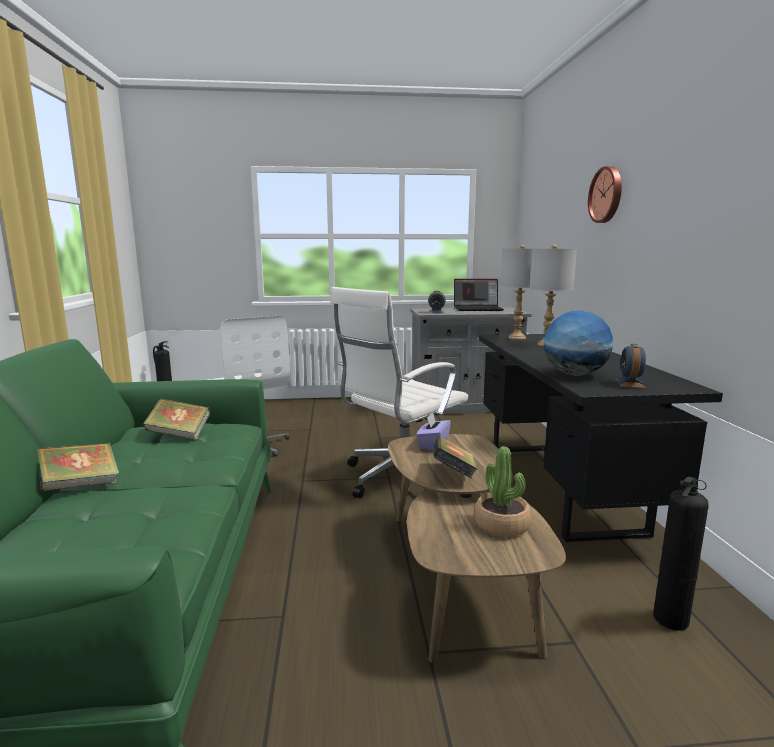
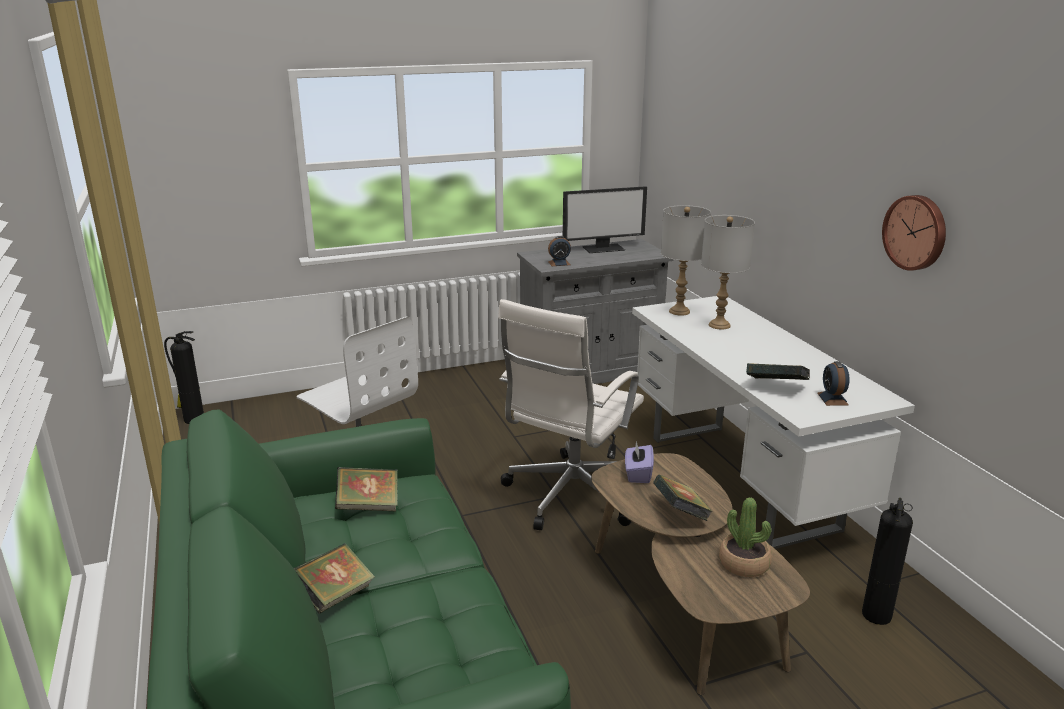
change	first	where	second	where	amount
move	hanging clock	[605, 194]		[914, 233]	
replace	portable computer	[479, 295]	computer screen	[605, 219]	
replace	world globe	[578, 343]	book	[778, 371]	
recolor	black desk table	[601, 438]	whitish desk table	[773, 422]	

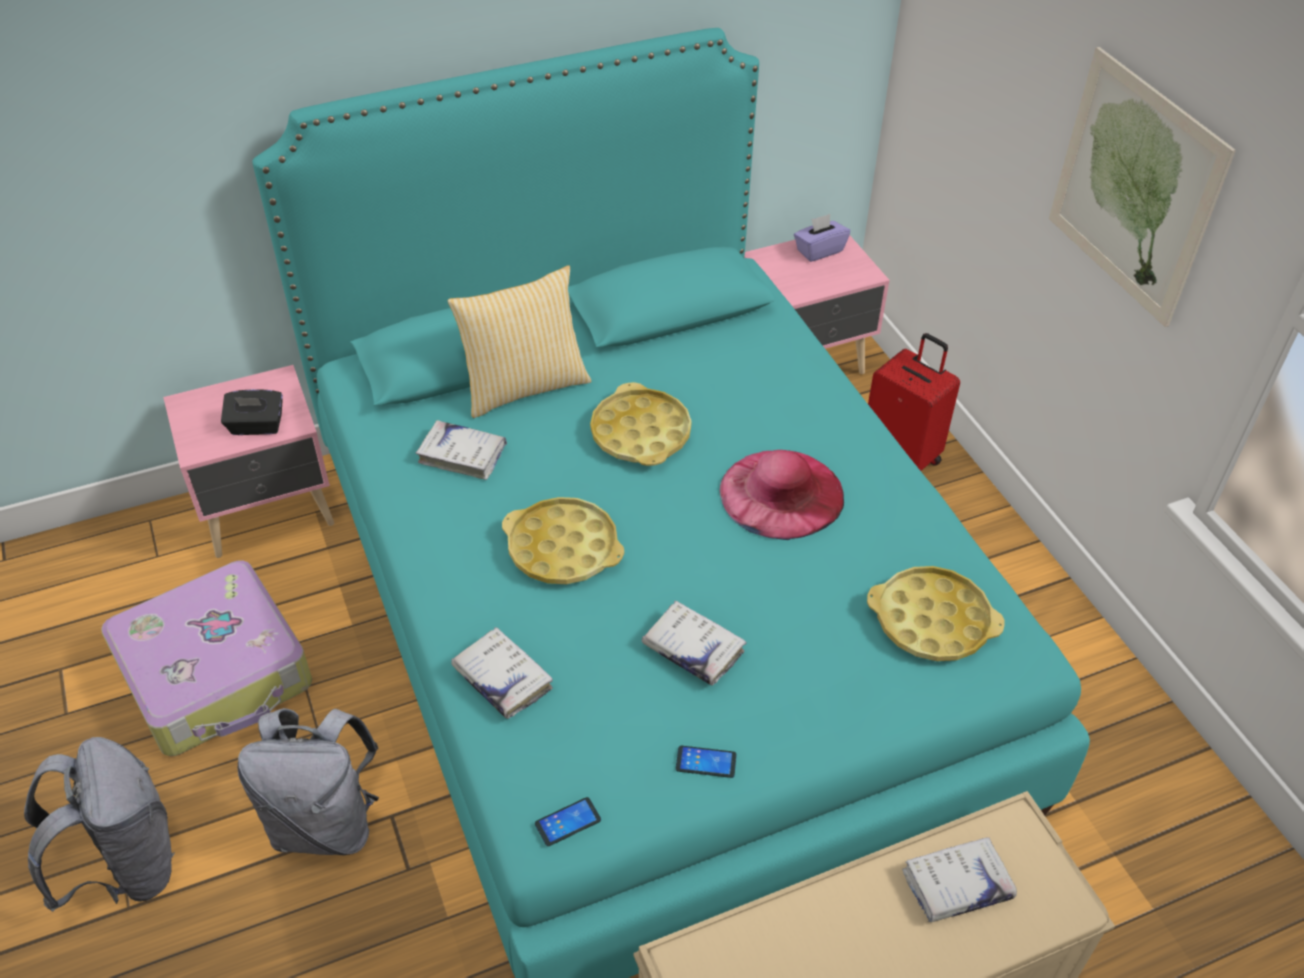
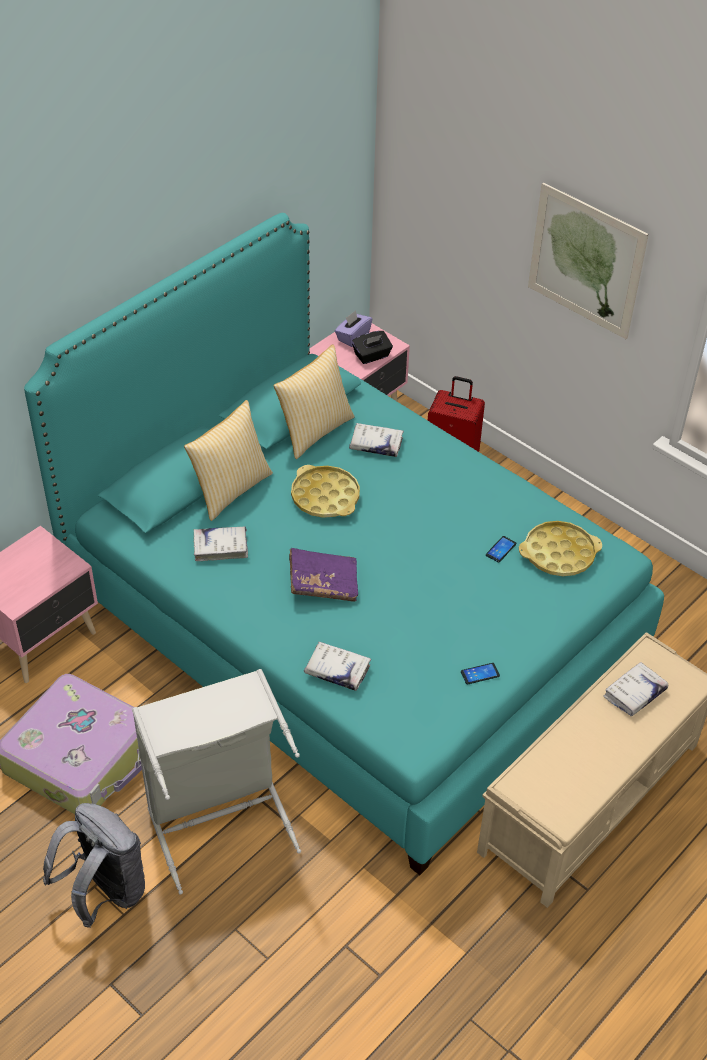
change	first	where	second	where	amount
delete	pink-coloured clothing hat	[781, 495]			
insert			pillow	[314, 401]	
move	black box of tissues	[252, 412]		[372, 347]	
move	phone	[568, 821]		[501, 549]	
move	whitish book	[694, 643]		[376, 440]	
replace	greyish rucksack	[308, 781]	greyish washing basket	[216, 782]	
replace	yellow-coloured carrying tray	[563, 540]	purplish book	[323, 575]	

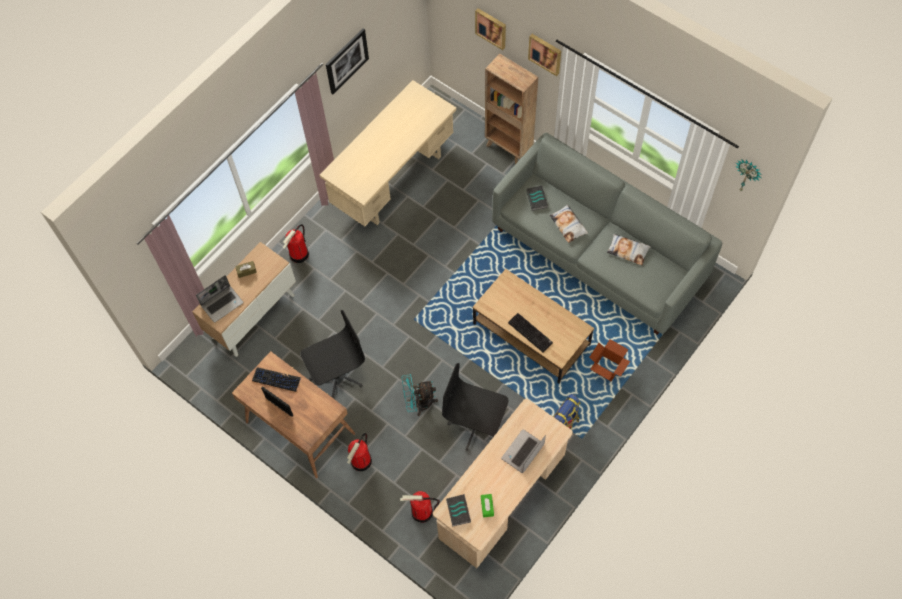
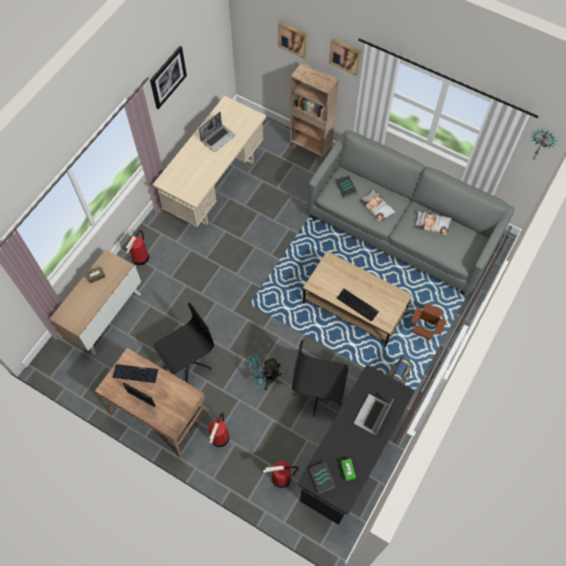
change	first	where	second	where	amount
move	portable computer	[219, 299]		[217, 132]	
recolor	beige-coloured desk table	[503, 483]	black desk table	[356, 445]	

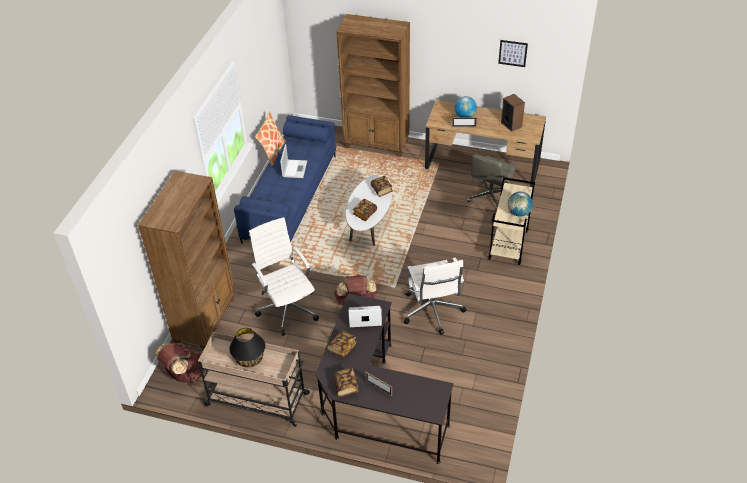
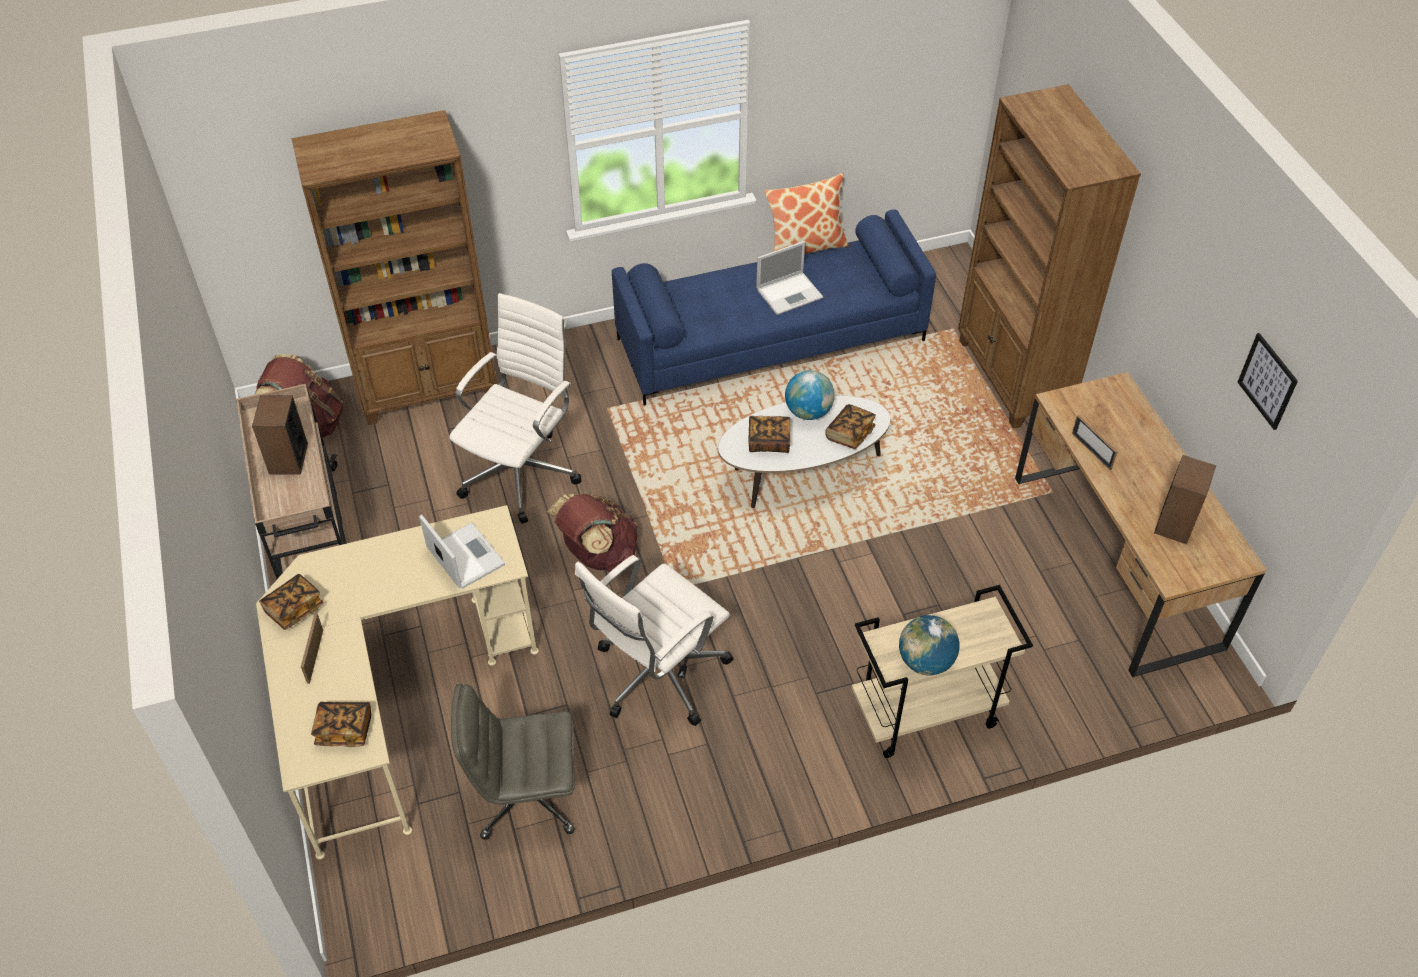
change	first	where	second	where	amount
move	book	[342, 343]		[341, 724]	
move	world globe	[466, 106]		[810, 395]	
move	greyish office chair	[491, 180]		[513, 762]	
replace	black table lamp	[247, 347]	speaker	[280, 435]	
recolor	black desk table	[384, 378]	beige-coloured desk table	[397, 682]	

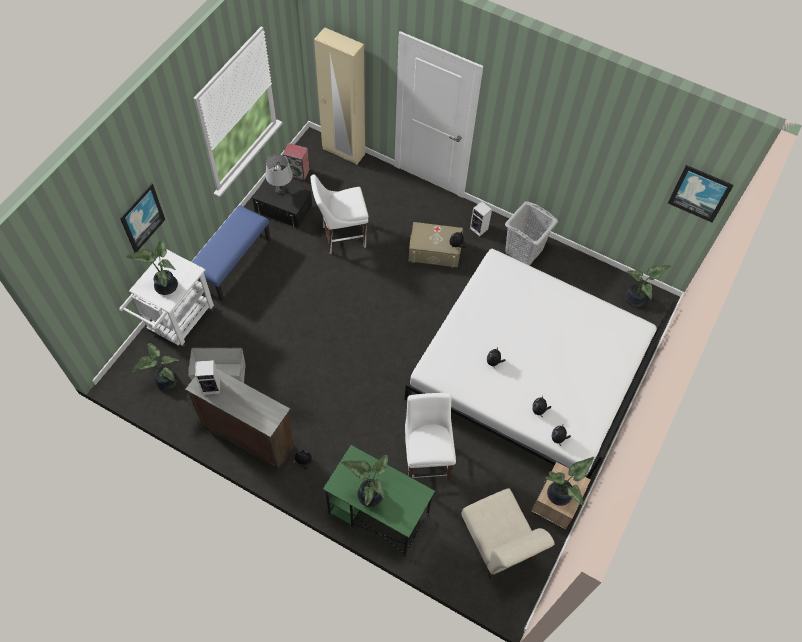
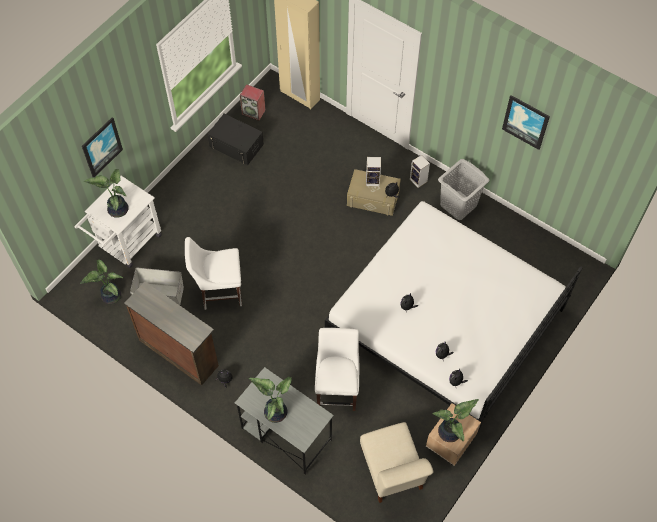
change	first	where	second	where	amount
delete	bluish long seat	[231, 253]			
delete	greyish table lamp	[279, 174]			
delete	plant in a pot	[648, 286]			
move	speaker	[207, 377]		[373, 171]	
move	whitish plain chair	[340, 214]		[213, 273]	
move	wall art	[701, 193]		[526, 122]	
recolor	green desk table	[379, 501]	greyish desk table	[284, 421]	

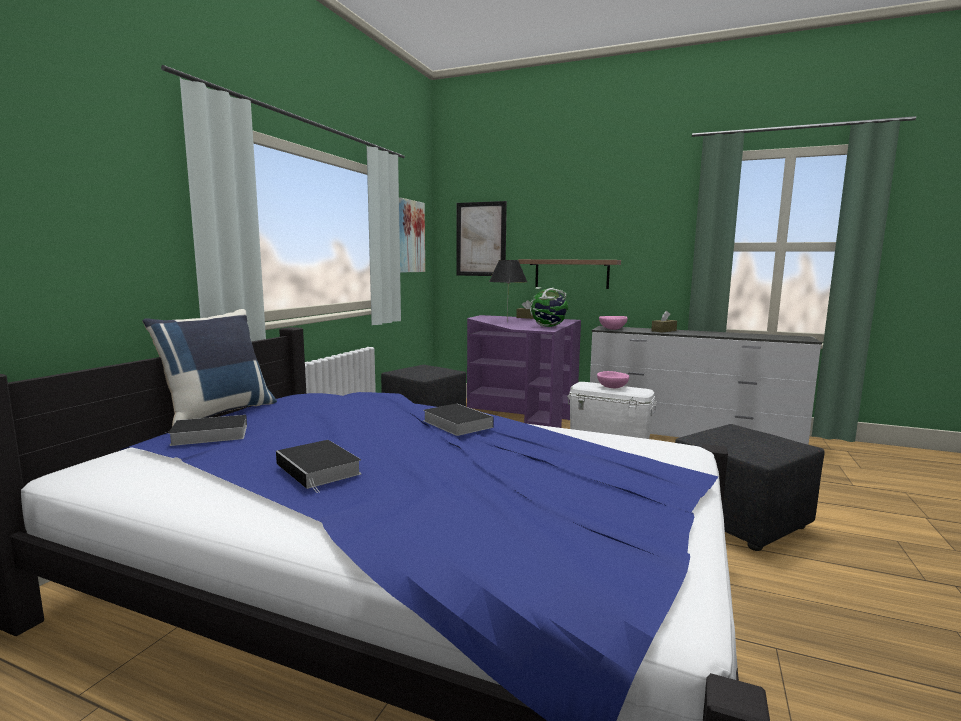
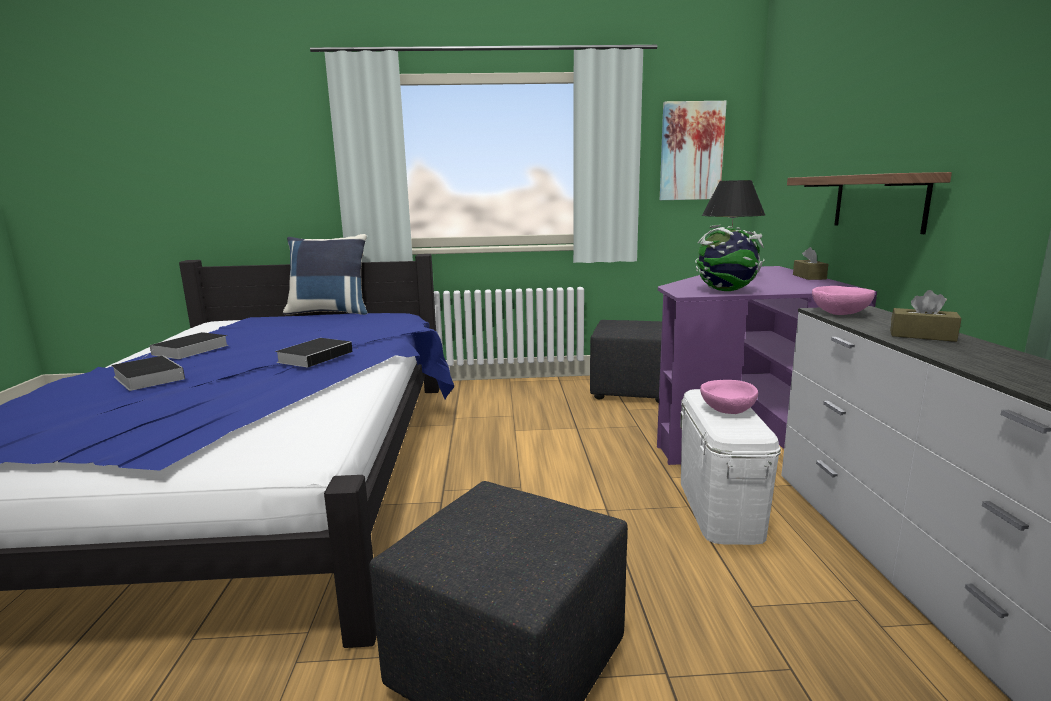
change	first	where	second	where	amount
delete	wall art	[482, 238]			
move	book	[206, 430]		[148, 373]	

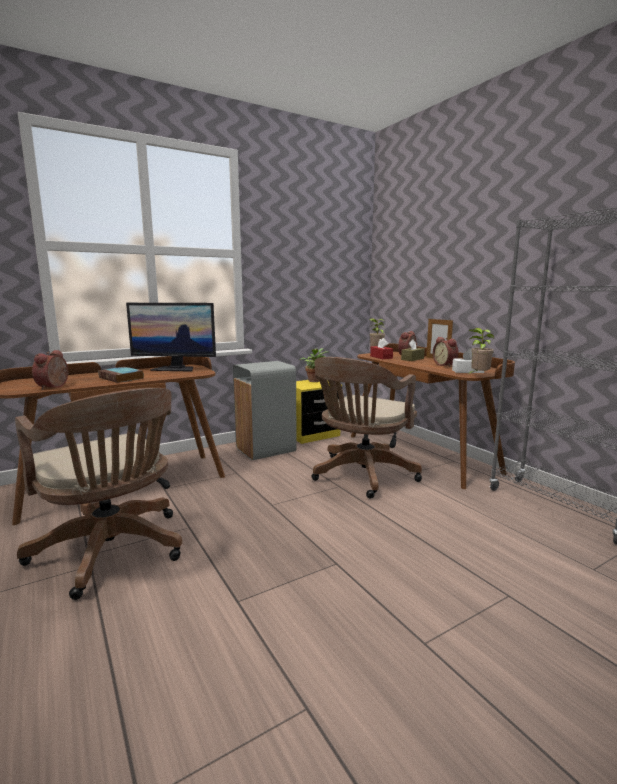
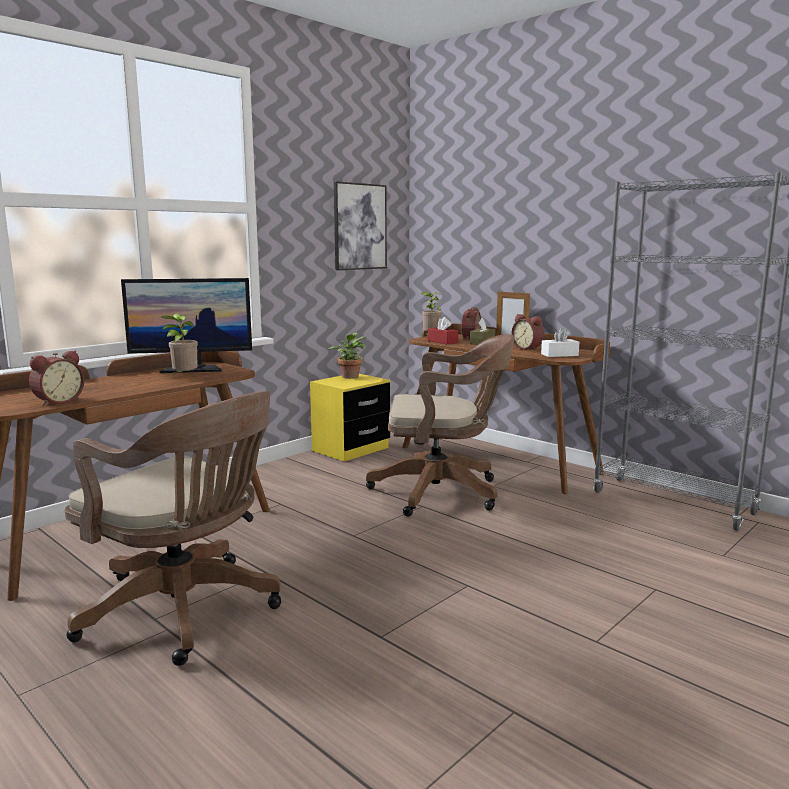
change	first	where	second	where	amount
delete	book	[121, 375]			
delete	greyish trash can	[265, 410]			
insert			wall art	[360, 225]	
move	plant in a pot	[481, 351]		[179, 344]	
rotate	bedside clock	[50, 370]		[57, 378]	135 degrees counterclockwise
rotate	brown office chair	[366, 428]		[440, 425]	105 degrees counterclockwise

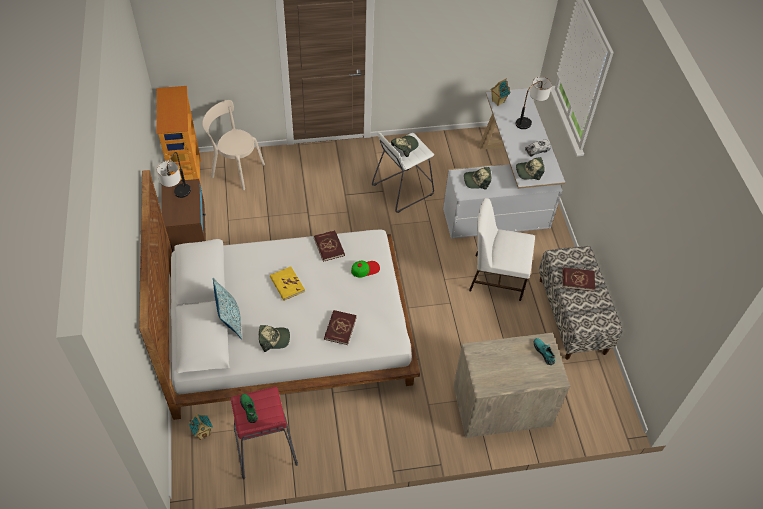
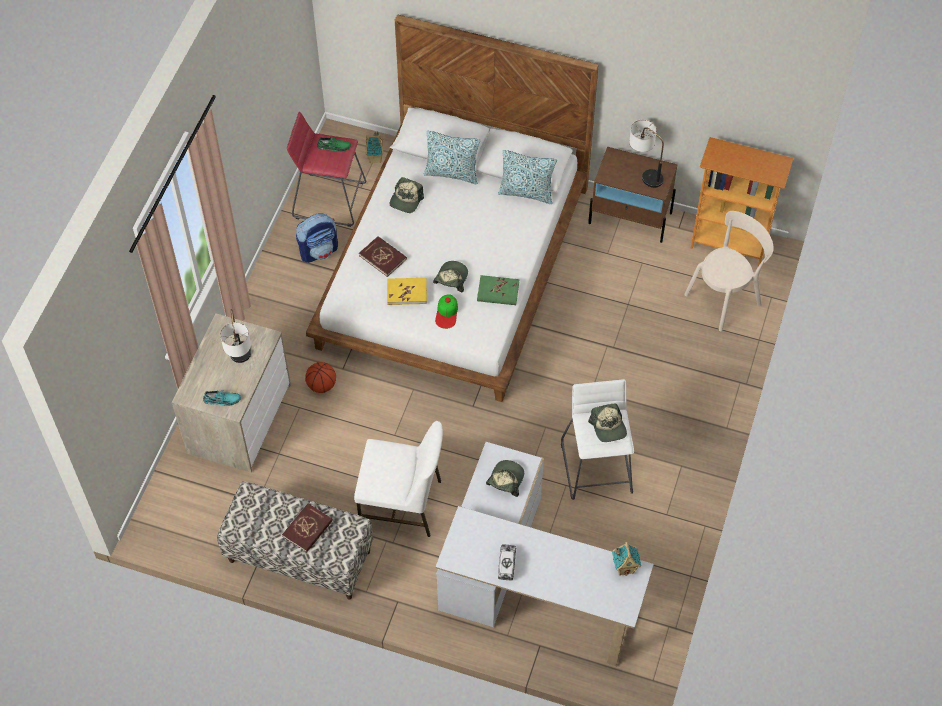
change	first	where	second	where	amount
insert			rucksack	[317, 238]	
insert			basketball ball	[320, 377]	
insert			pillow	[527, 177]	
move	yellow-coloured book	[287, 283]		[407, 291]	
move	table lamp	[534, 103]		[235, 336]	
move	baseball cap	[530, 168]		[450, 277]	
recolor	red book	[329, 246]	green book	[498, 290]	
rotate	whitish plain chair	[502, 249]		[398, 479]	60 degrees clockwise

